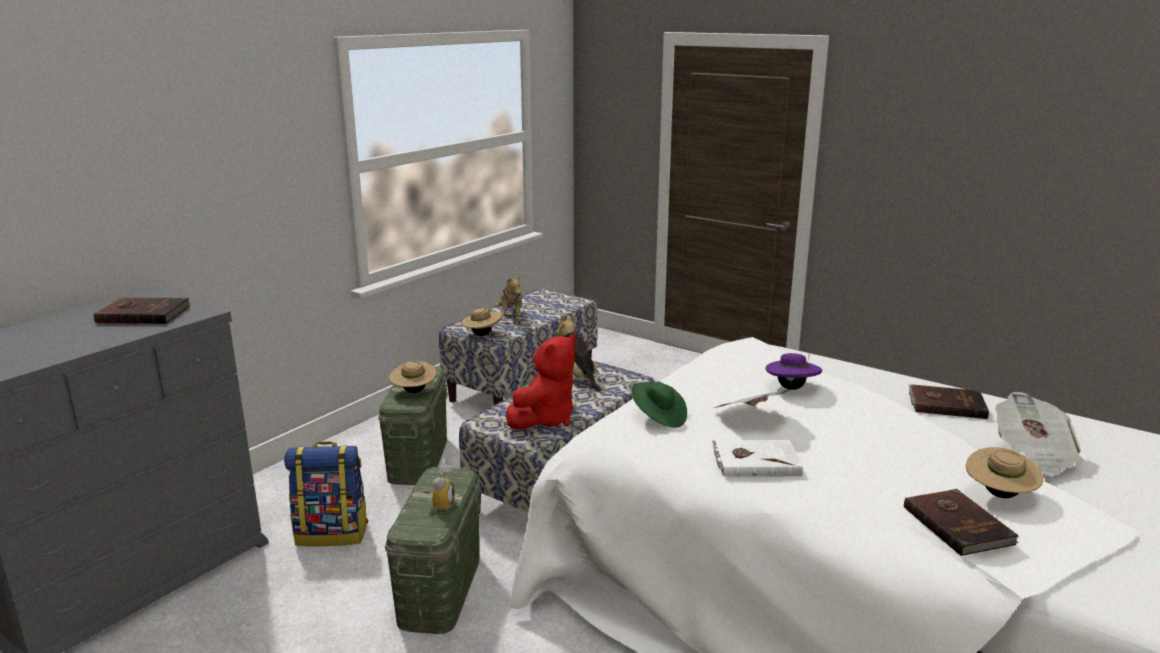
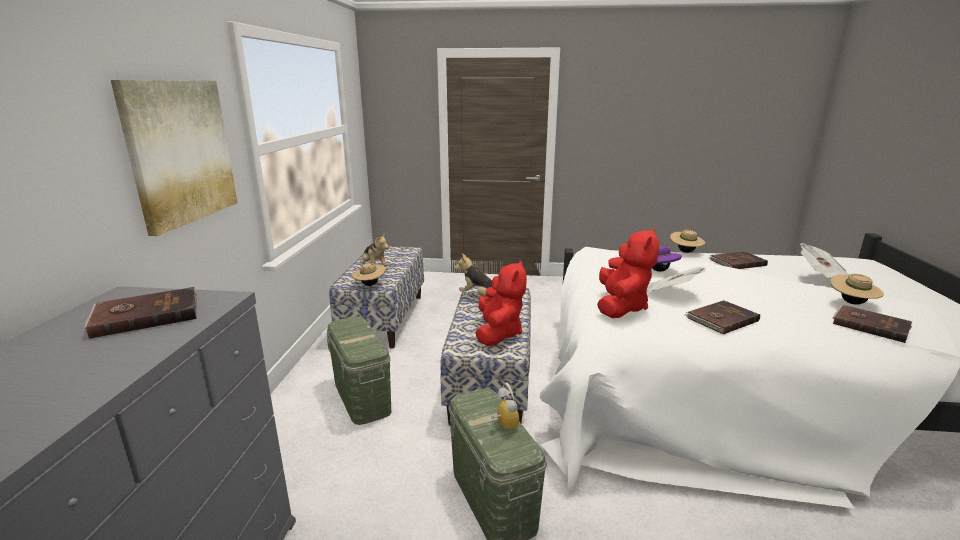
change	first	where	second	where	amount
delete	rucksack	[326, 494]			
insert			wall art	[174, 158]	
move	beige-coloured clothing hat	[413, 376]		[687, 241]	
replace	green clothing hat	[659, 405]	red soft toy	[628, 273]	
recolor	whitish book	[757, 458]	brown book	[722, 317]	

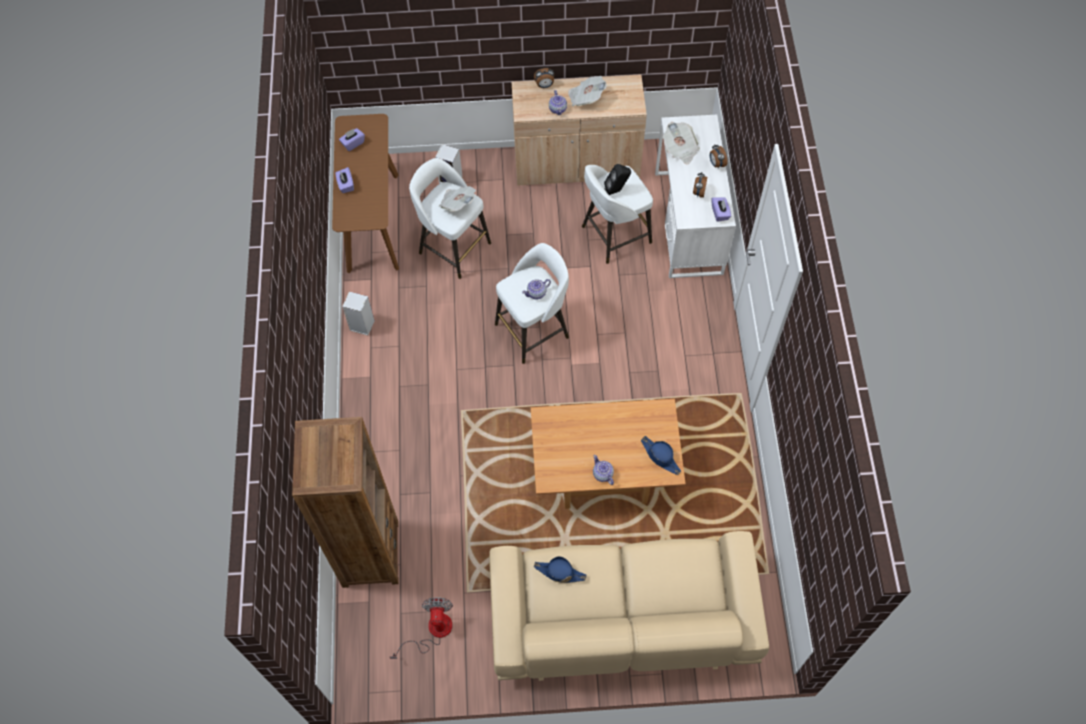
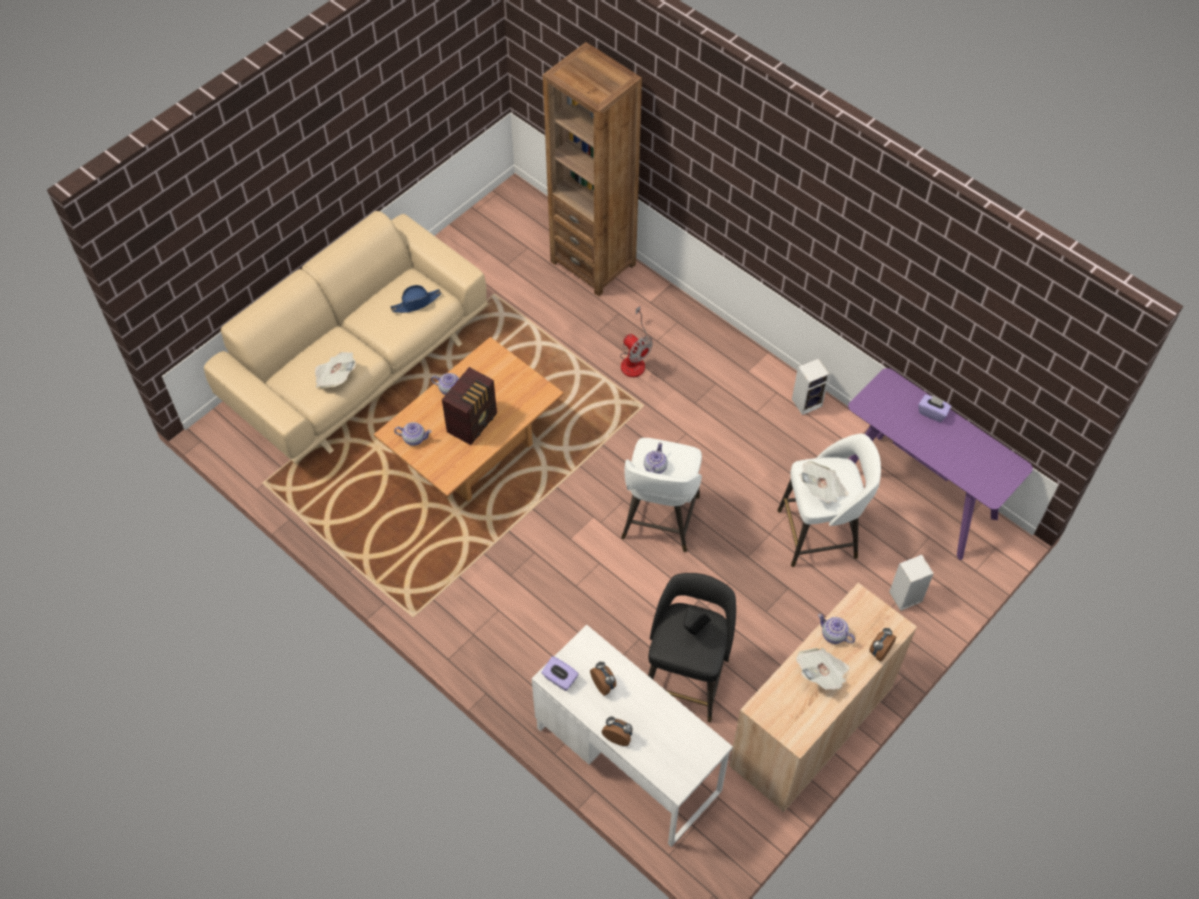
change	first	where	second	where	amount
delete	purplish box of tissues	[352, 139]			
insert			radio set	[469, 406]	
move	electric fan	[421, 628]		[636, 341]	
move	newspaper	[681, 143]		[335, 370]	
replace	bluish clothing hat	[661, 455]	pot for tea	[413, 434]	
recolor	brown narrow table	[365, 193]	purplish narrow table	[940, 464]	
recolor	whitish stool	[617, 214]	black stool	[692, 647]	

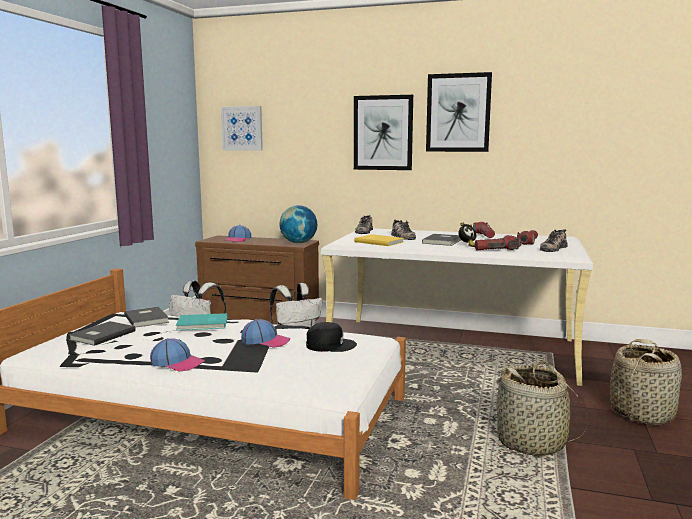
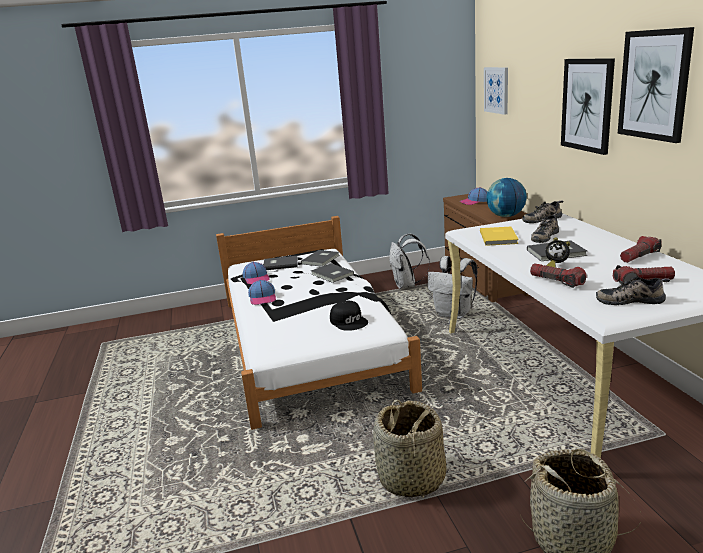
change	first	where	second	where	amount
move	baseball cap	[266, 333]		[256, 273]	
recolor	turquoise book	[201, 321]	greyish book	[332, 273]	

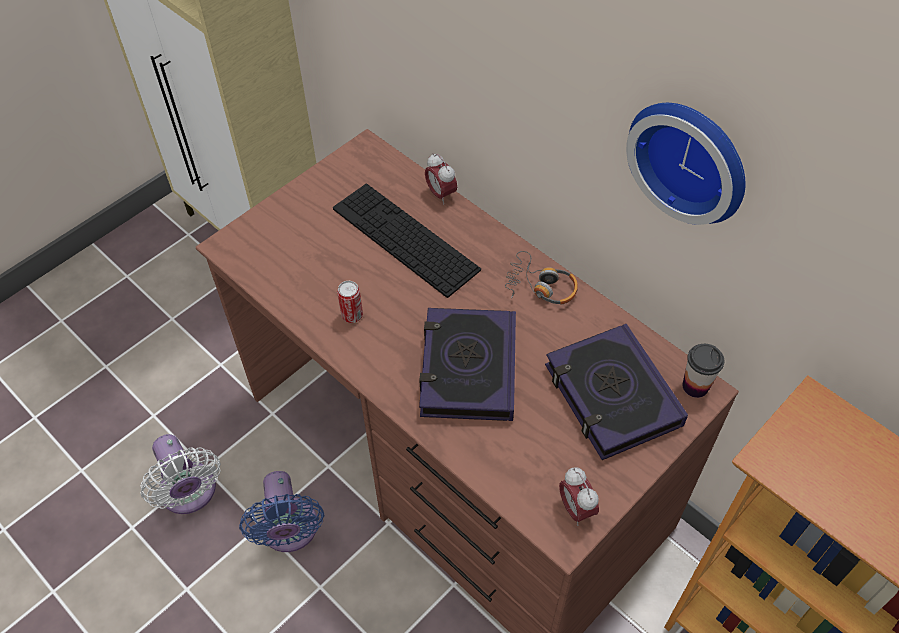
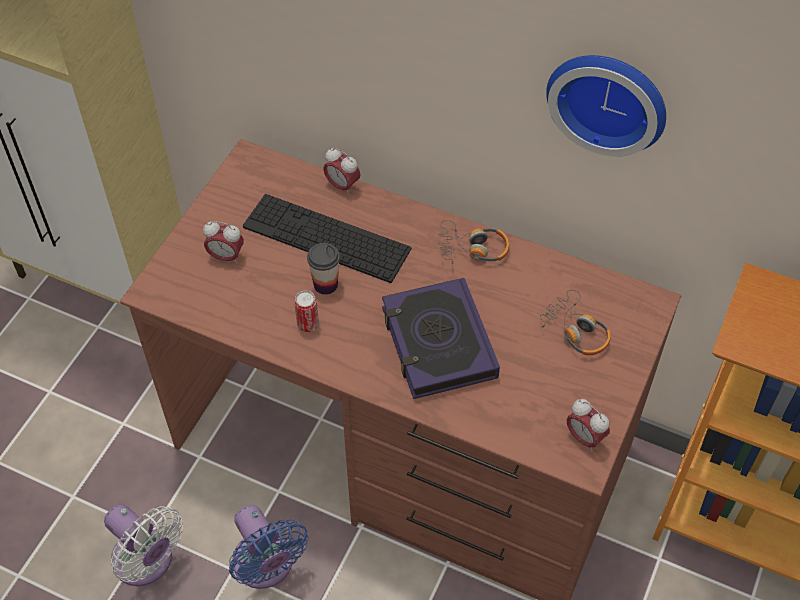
change	first	where	second	where	amount
insert			bedside clock	[223, 242]	
move	drinking cup	[703, 371]		[323, 269]	
replace	book	[616, 392]	headphones	[575, 322]	

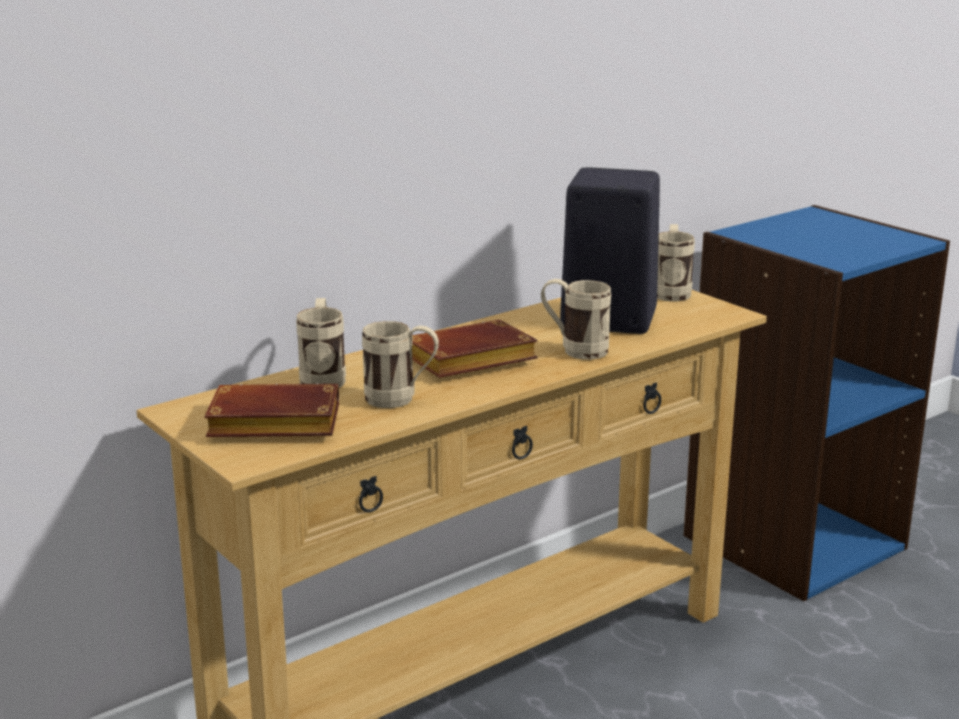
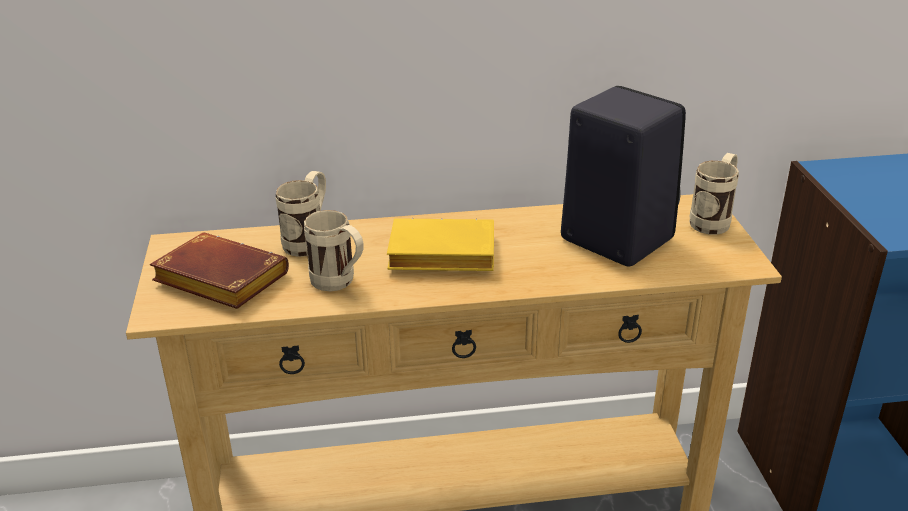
change	first	where	second	where	amount
delete	beige-coloured tea mug	[576, 319]			
recolor	brown book	[475, 349]	yellow-coloured book	[440, 244]	

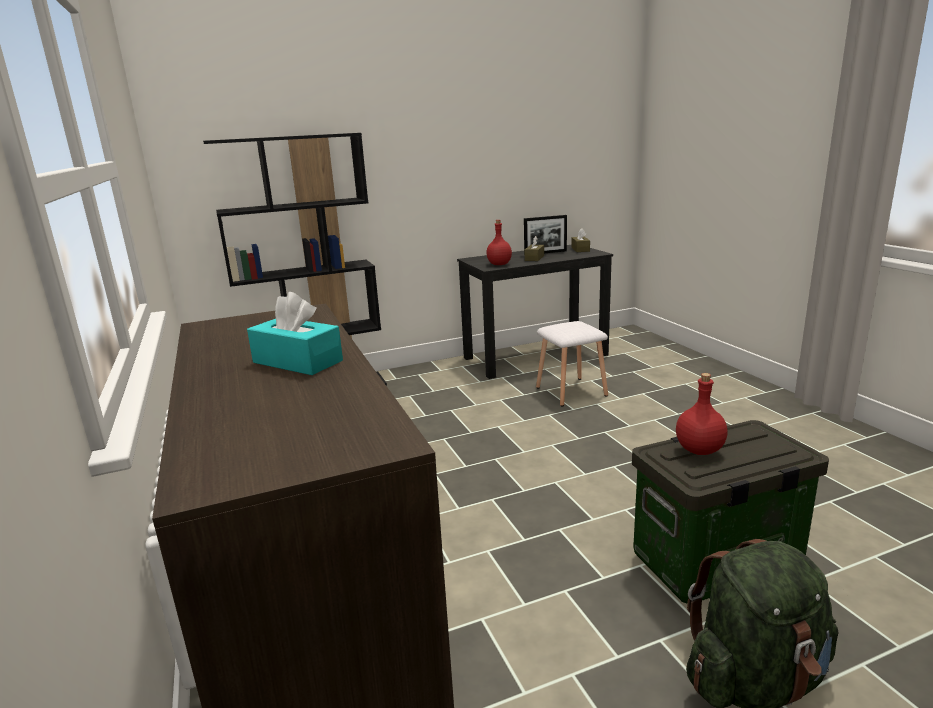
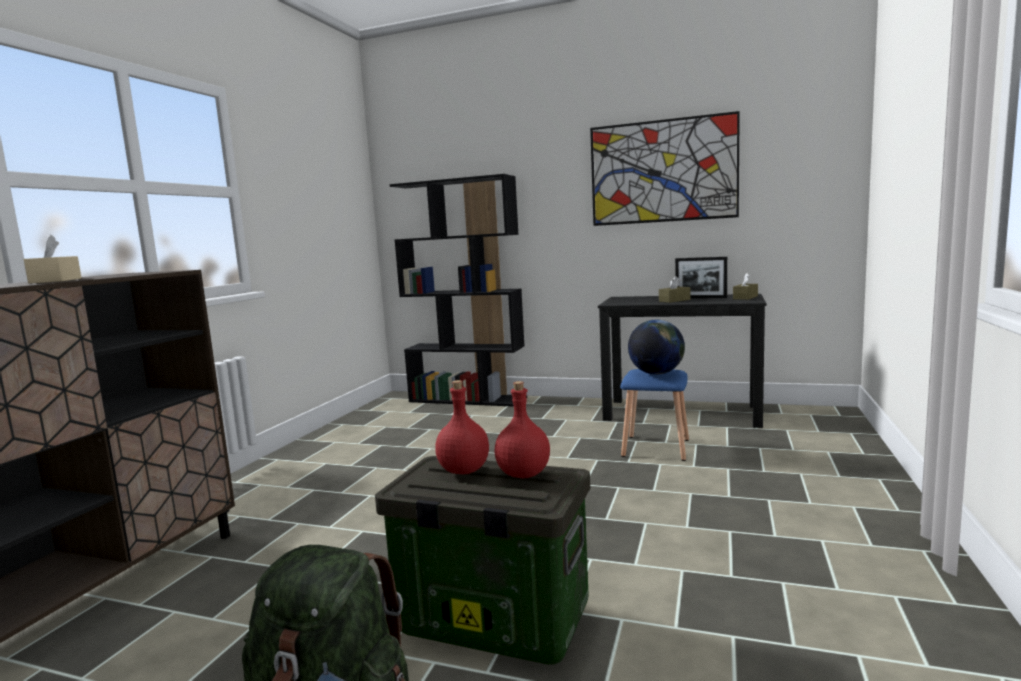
change	first	where	second	where	amount
insert			wall art	[665, 168]	
insert			world globe	[656, 347]	
move	red bottle	[499, 242]		[522, 429]	
recolor	turquoise box of tissues	[295, 333]	beige-coloured box of tissues	[53, 259]	
recolor	whitish stool	[572, 364]	bluish stool	[654, 415]	

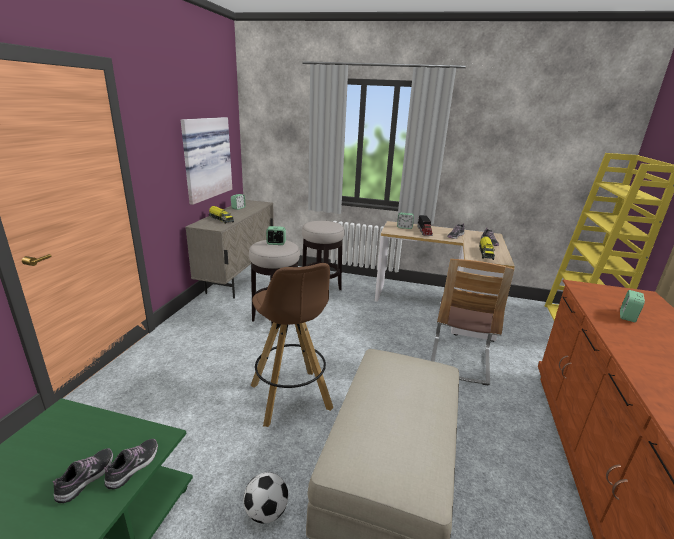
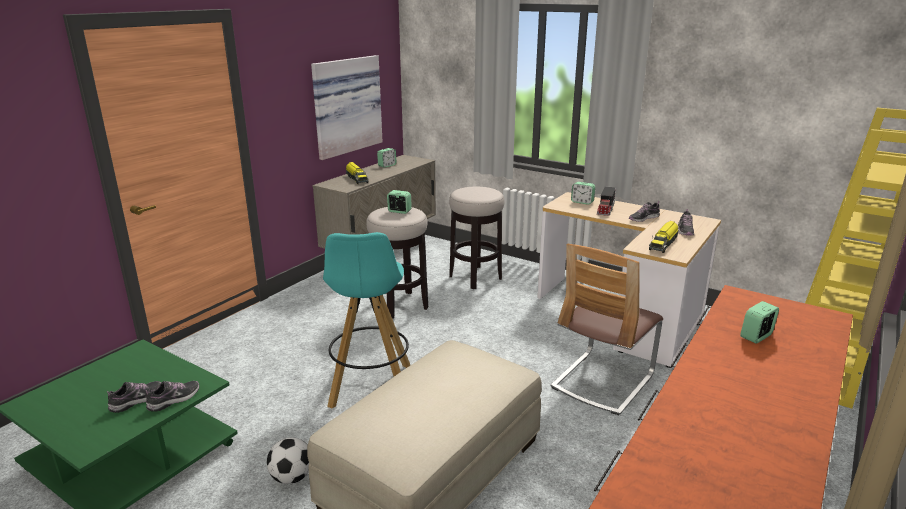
change	first	where	second	where	amount
recolor	brown stool	[292, 345]	turquoise stool	[366, 320]	

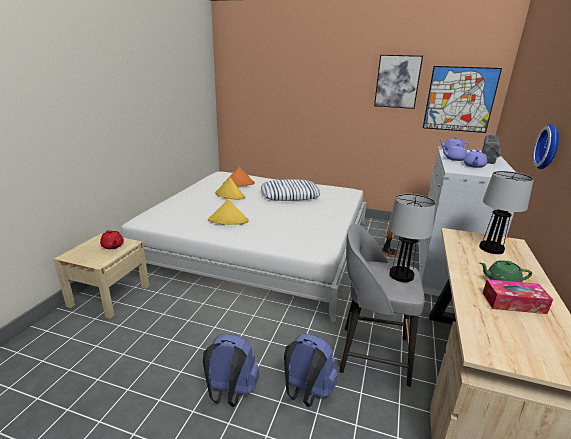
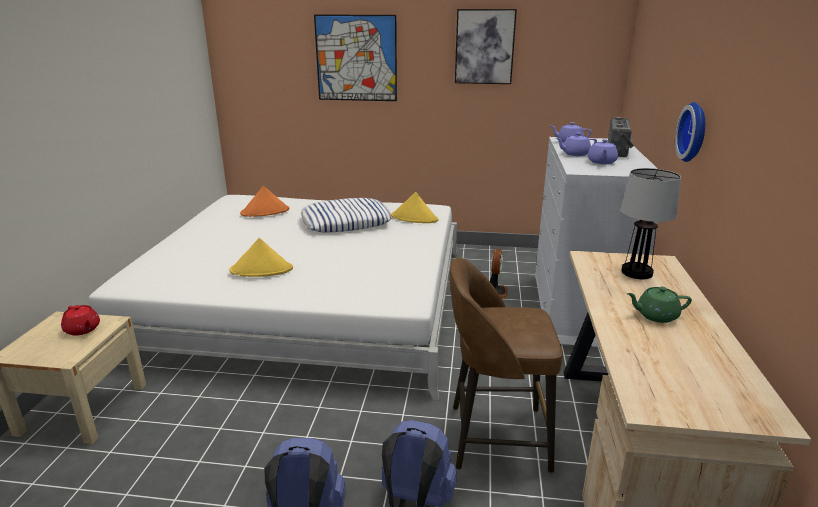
change	first	where	second	where	amount
delete	table lamp	[412, 238]			
delete	box of tissues	[518, 296]			
move	yellow-coloured clothing hat	[230, 188]		[415, 207]	
move	wall art	[462, 99]		[355, 57]	
recolor	greyish stool	[382, 305]	brown stool	[506, 365]	

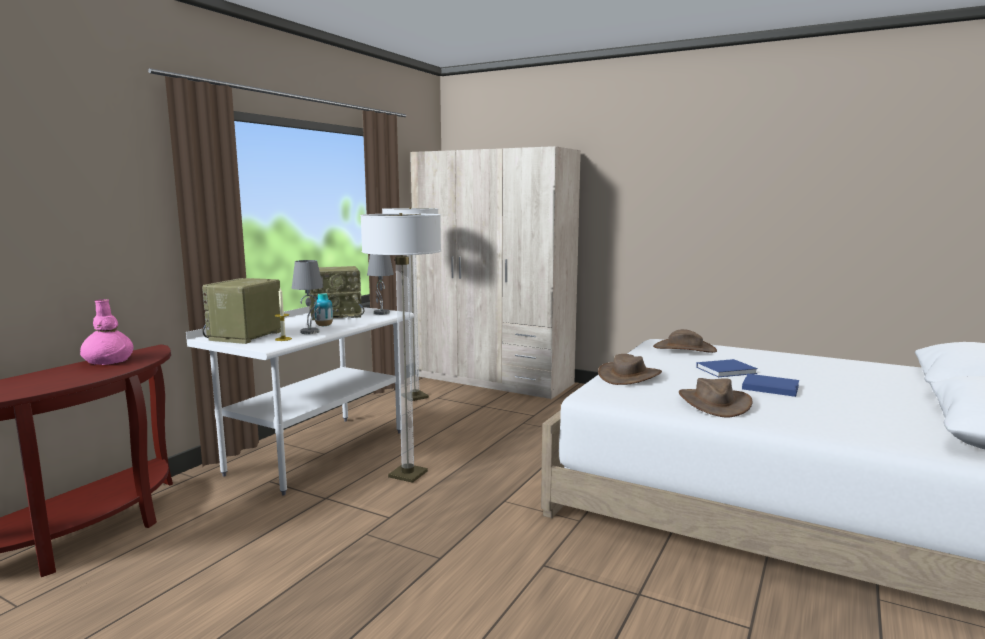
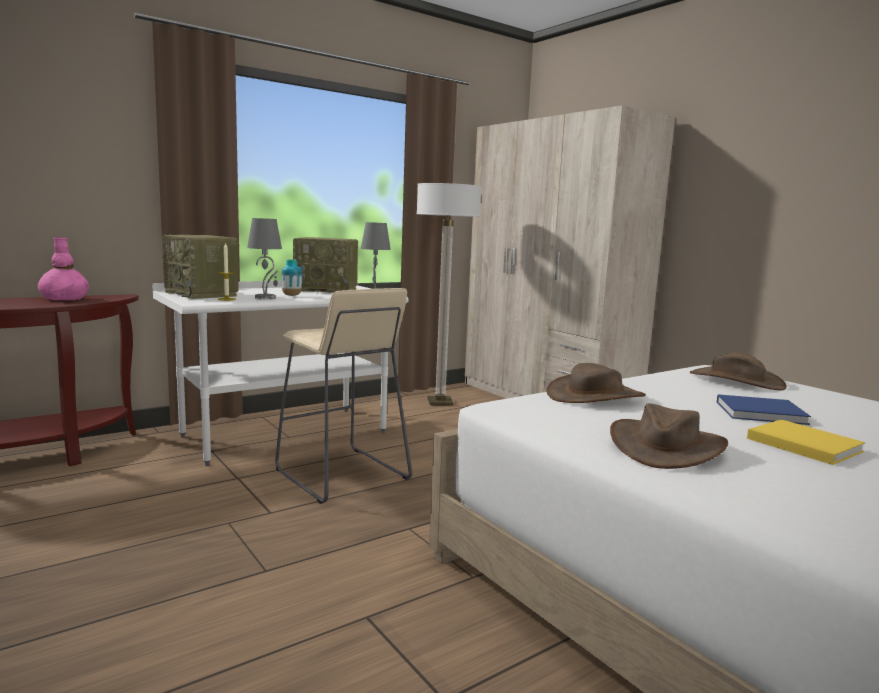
change	first	where	second	where	amount
replace	standard lamp	[400, 348]	beige-coloured stool	[343, 396]	
recolor	bluish book	[770, 385]	yellow-coloured book	[806, 442]	
rotate	radio set	[241, 311]		[200, 267]	90 degrees counterclockwise

